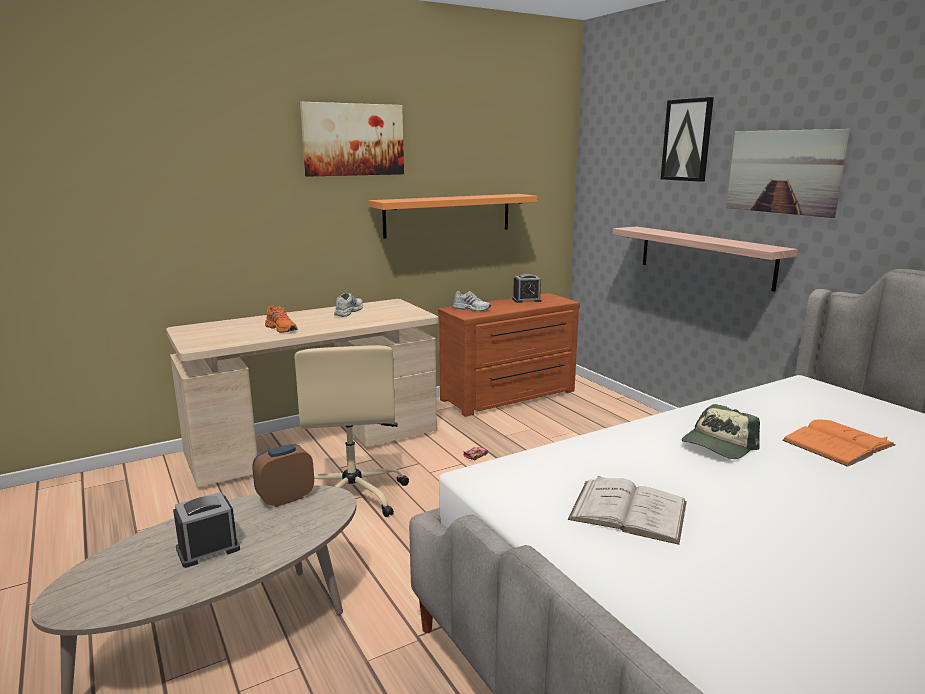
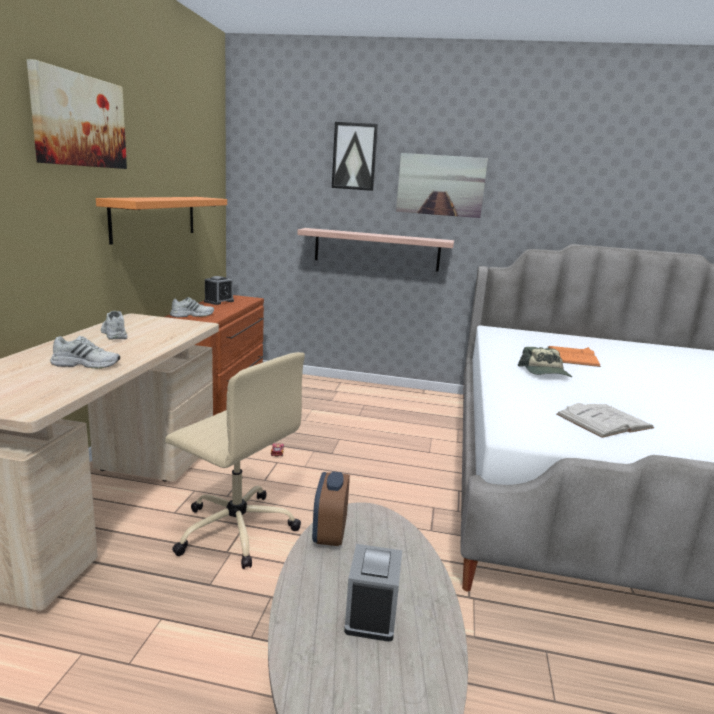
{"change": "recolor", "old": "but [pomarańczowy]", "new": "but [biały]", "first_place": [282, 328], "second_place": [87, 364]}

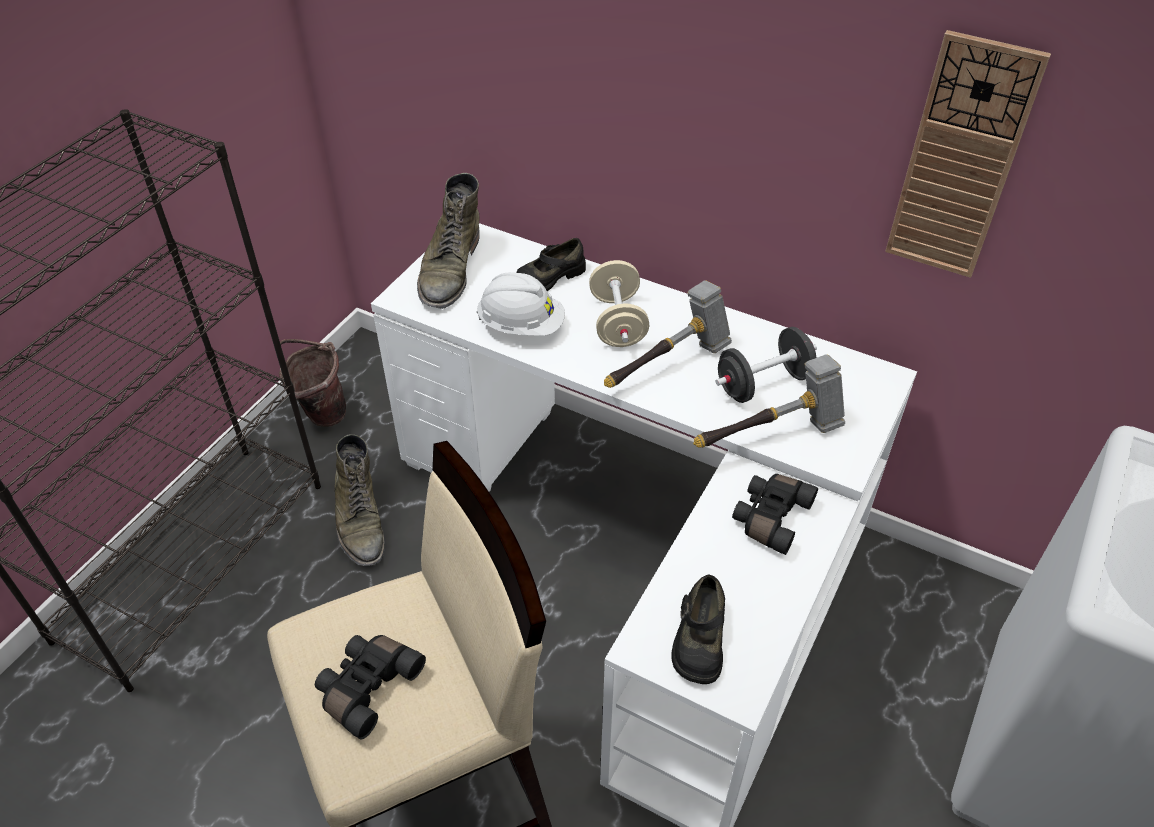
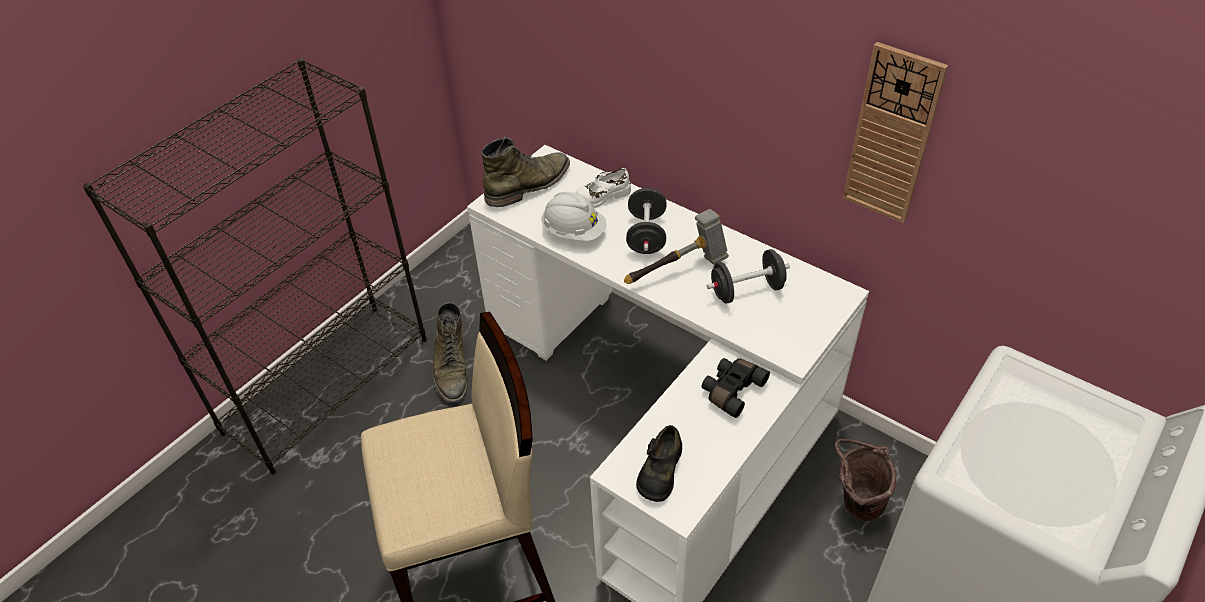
{"change": "move", "old": "wiadro [brązowy]", "first_place": [320, 413], "second_place": [855, 504]}
{"change": "delete", "old": "lornetka [czarny]", "first_place": [367, 686]}
{"change": "rotate", "old": "but z cholewką [zielony]", "first_place": [450, 270], "second_place": [529, 185], "degrees": -150}
{"change": "recolor", "old": "but [czarny]", "new": "but [biały]", "first_place": [548, 277], "second_place": [601, 196]}
{"change": "recolor", "old": "hantel [beżowy]", "new": "hantel [czarny]", "first_place": [617, 323], "second_place": [646, 235]}
{"change": "delete", "old": "młotek", "first_place": [770, 435]}

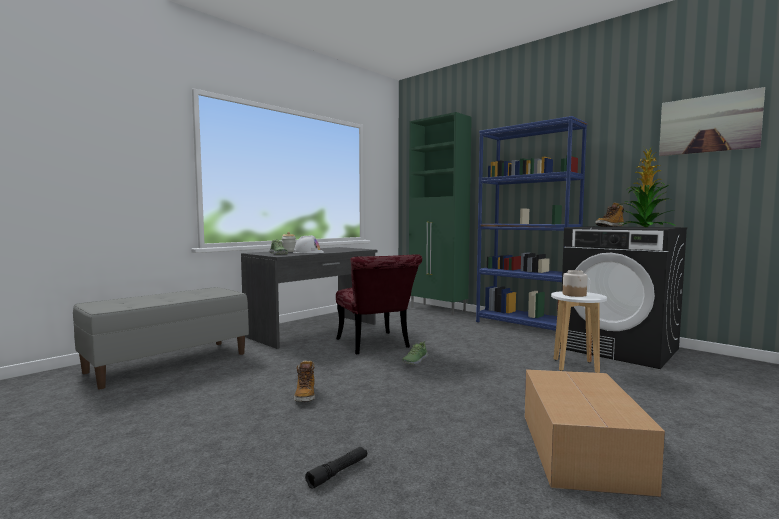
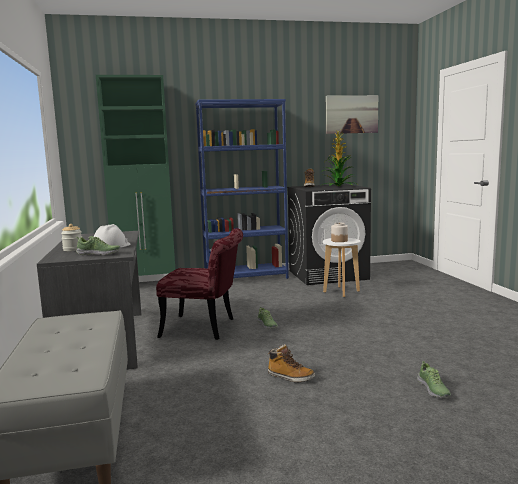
{"change": "replace", "old": "latarka [czarny]", "new": "but", "first_place": [338, 472], "second_place": [433, 390]}
{"change": "delete", "old": "karton", "first_place": [581, 449]}

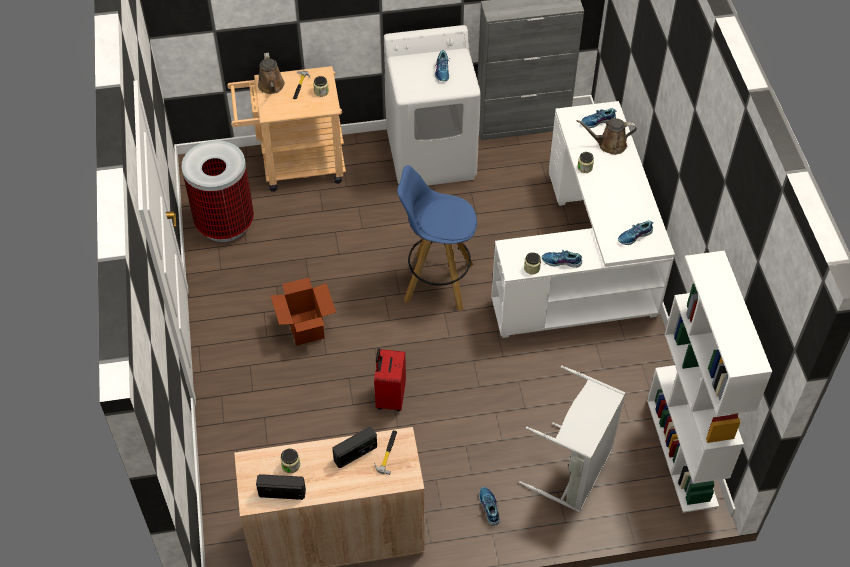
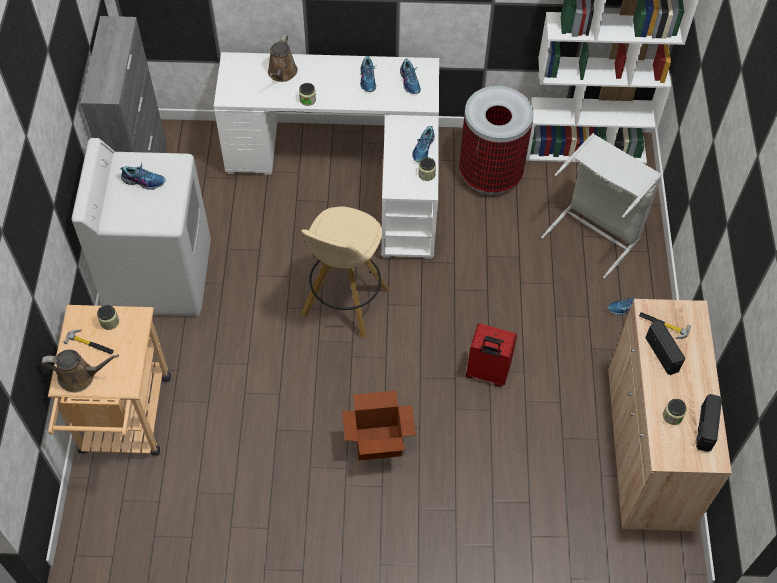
{"change": "move", "old": "kosz na śmieci", "first_place": [224, 223], "second_place": [490, 175]}
{"change": "recolor", "old": "stołek [niebieski]", "new": "stołek [beżowy]", "first_place": [437, 282], "second_place": [345, 303]}
{"change": "move", "old": "but", "first_place": [598, 122], "second_place": [368, 79]}

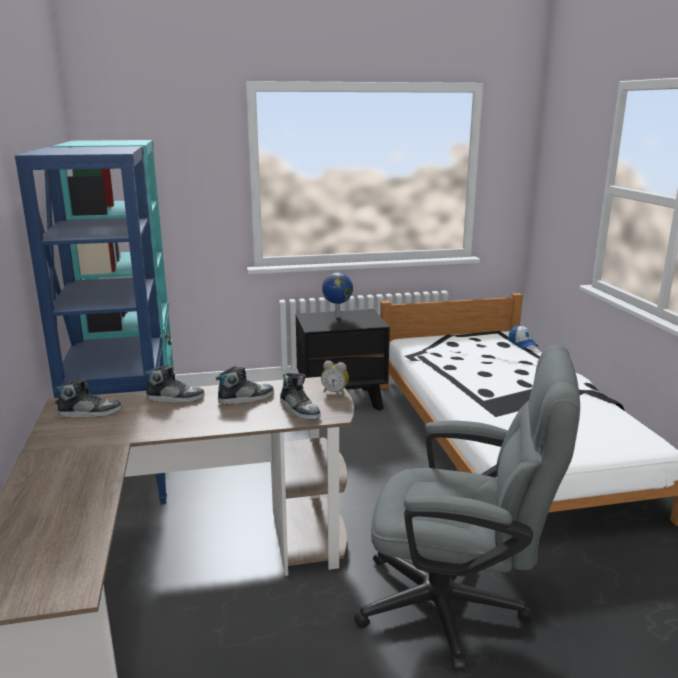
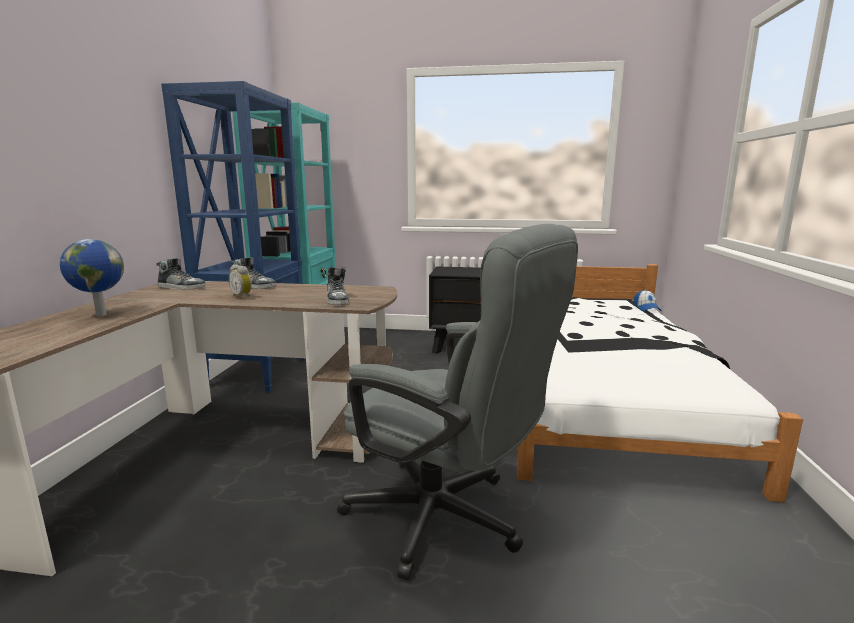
{"change": "delete", "old": "but", "first_place": [246, 398]}
{"change": "move", "old": "budzik", "first_place": [335, 392], "second_place": [243, 297]}
{"change": "move", "old": "globus", "first_place": [337, 316], "second_place": [100, 315]}

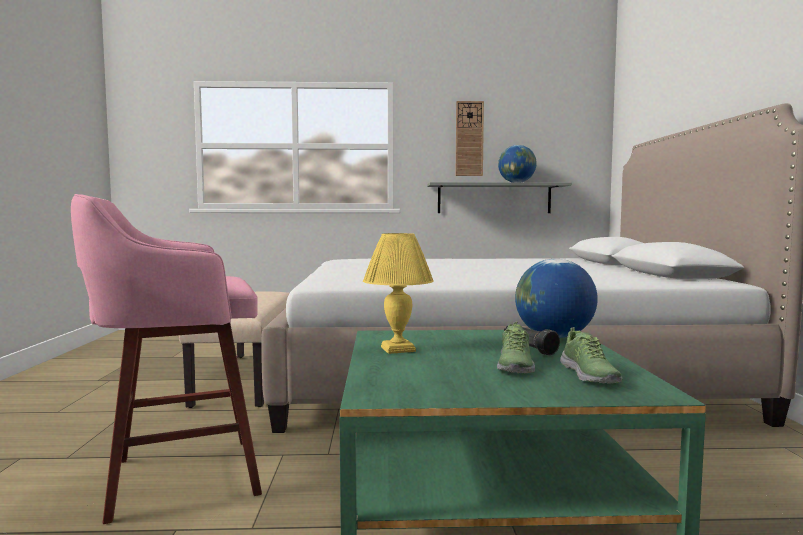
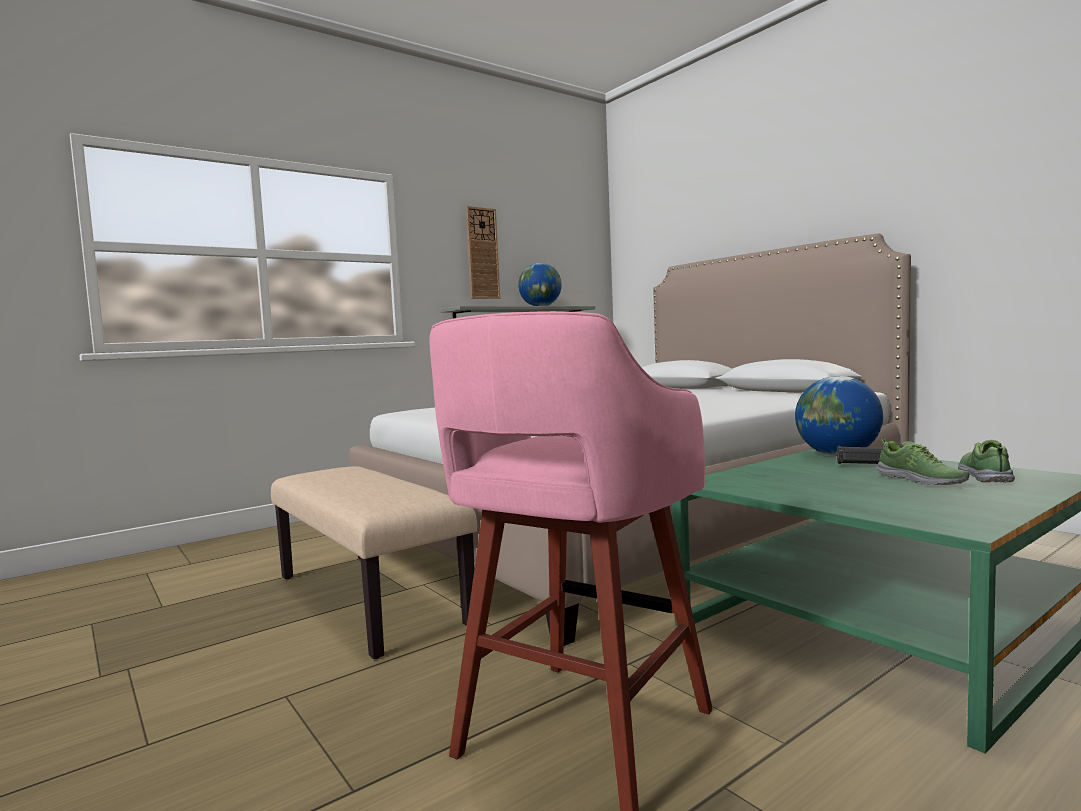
{"change": "delete", "old": "lampa stołowa [żółty]", "first_place": [398, 349]}
{"change": "rotate", "old": "but", "first_place": [589, 375], "second_place": [985, 475], "degrees": -120}

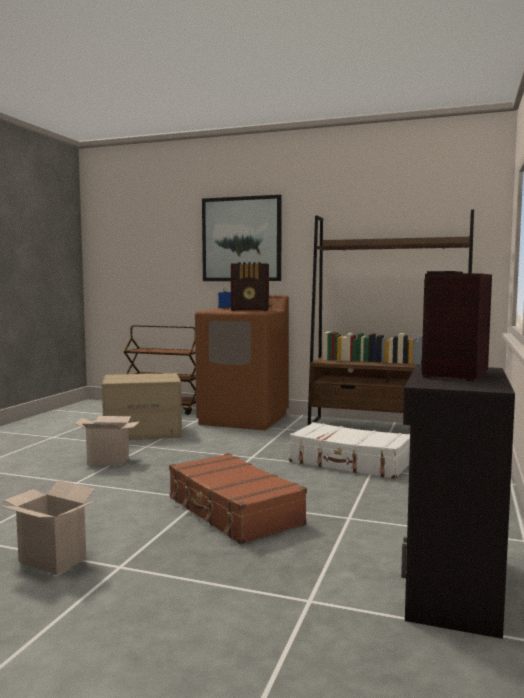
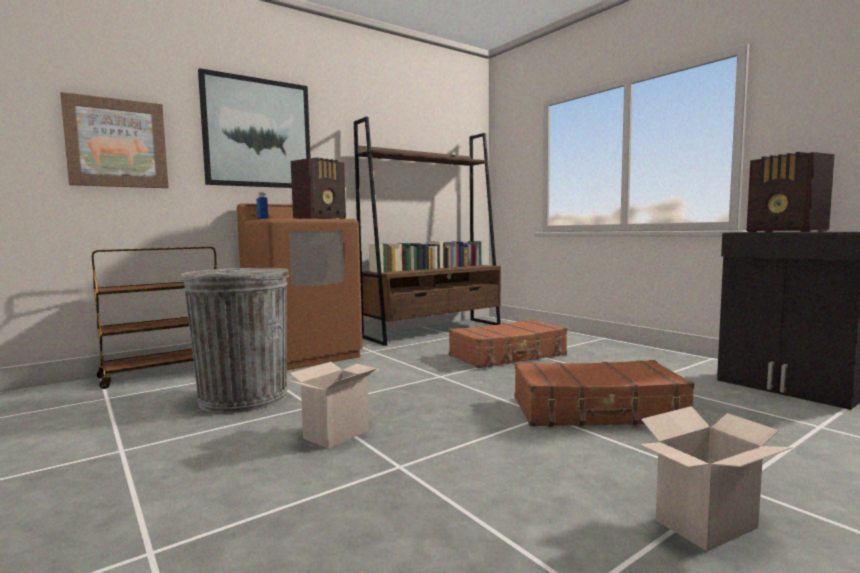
{"change": "replace", "old": "karton", "new": "kosz na śmieci [szary]", "first_place": [143, 432], "second_place": [244, 398]}
{"change": "recolor", "old": "walizka [biały]", "new": "walizka [brązowy]", "first_place": [350, 463], "second_place": [508, 355]}
{"change": "insert", "new": "obraz", "second_place": [117, 143]}

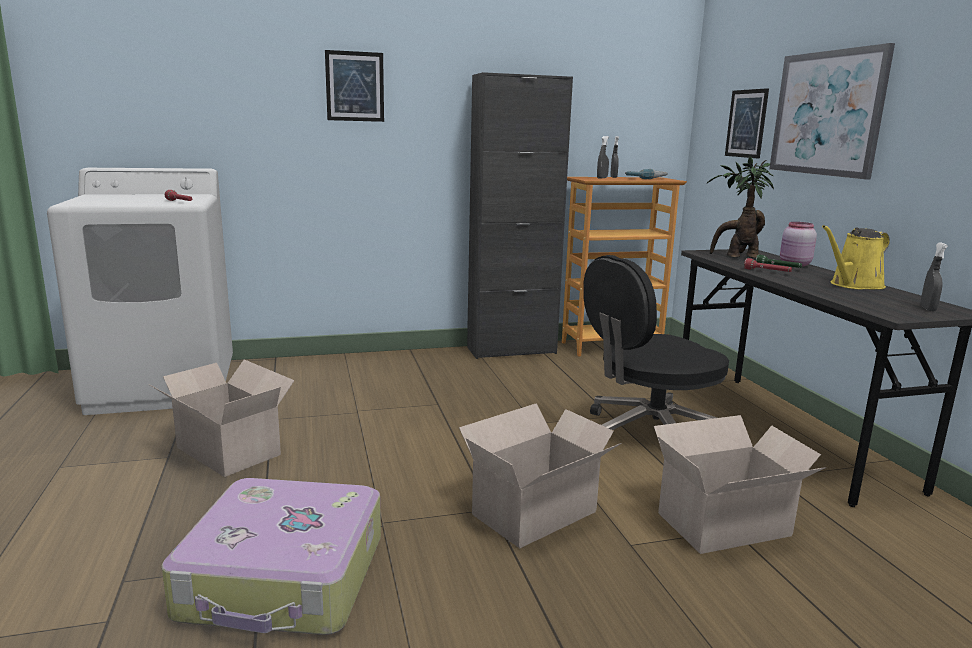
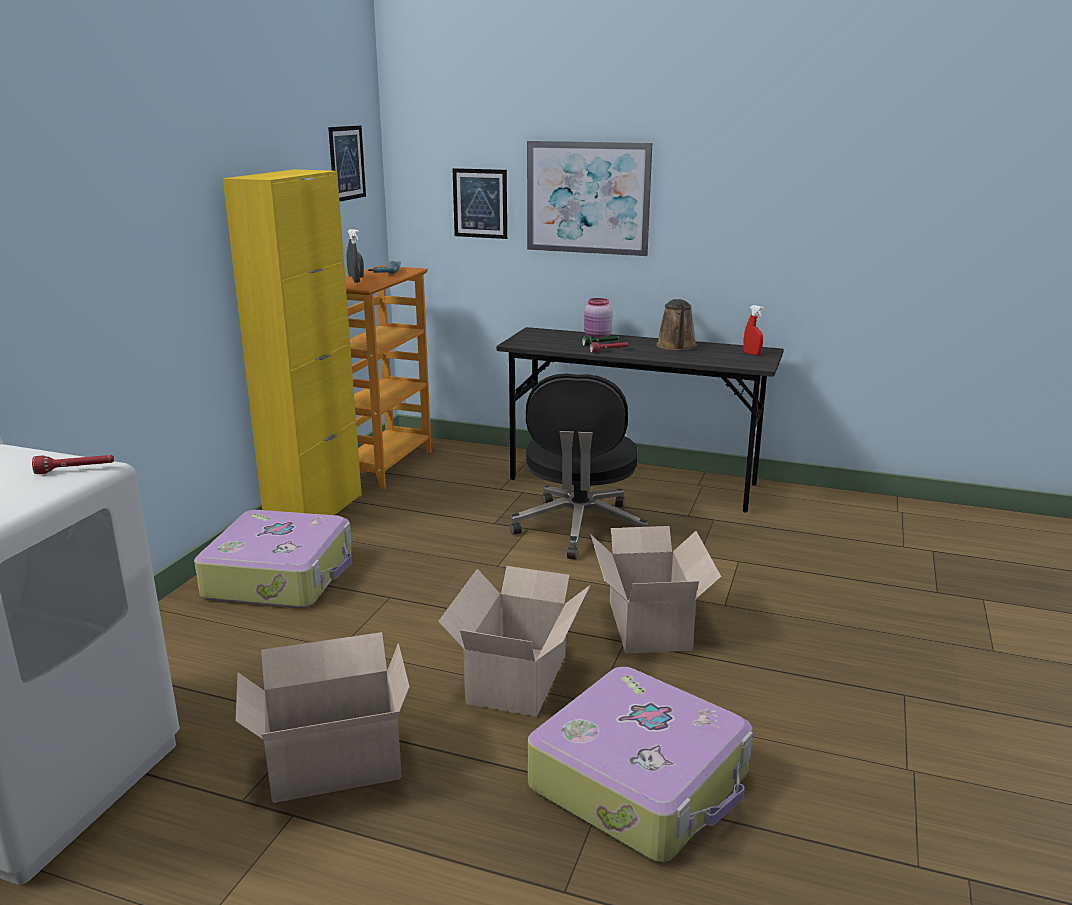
{"change": "move", "old": "obraz", "first_place": [355, 86], "second_place": [347, 163]}
{"change": "recolor", "old": "szafka [czarny]", "new": "szafka [żółty]", "first_place": [511, 350], "second_place": [315, 512]}
{"change": "move", "old": "karton", "first_place": [727, 524], "second_place": [519, 677]}
{"change": "delete", "old": "roślina doniczkowa", "first_place": [737, 257]}
{"change": "recolor", "old": "konewka [żółty]", "new": "konewka [brązowy]", "first_place": [853, 285], "second_place": [676, 346]}
{"change": "recolor", "old": "spryskiwacz [szary]", "new": "spryskiwacz [czerwony]", "first_place": [928, 309], "second_place": [752, 354]}
{"change": "insert", "new": "walizka", "second_place": [281, 576]}

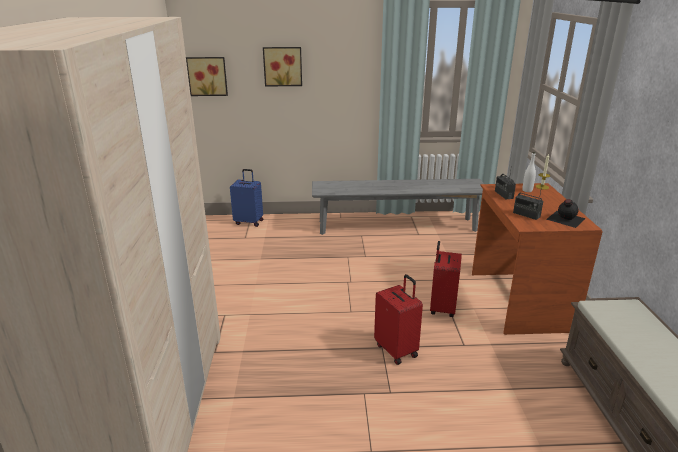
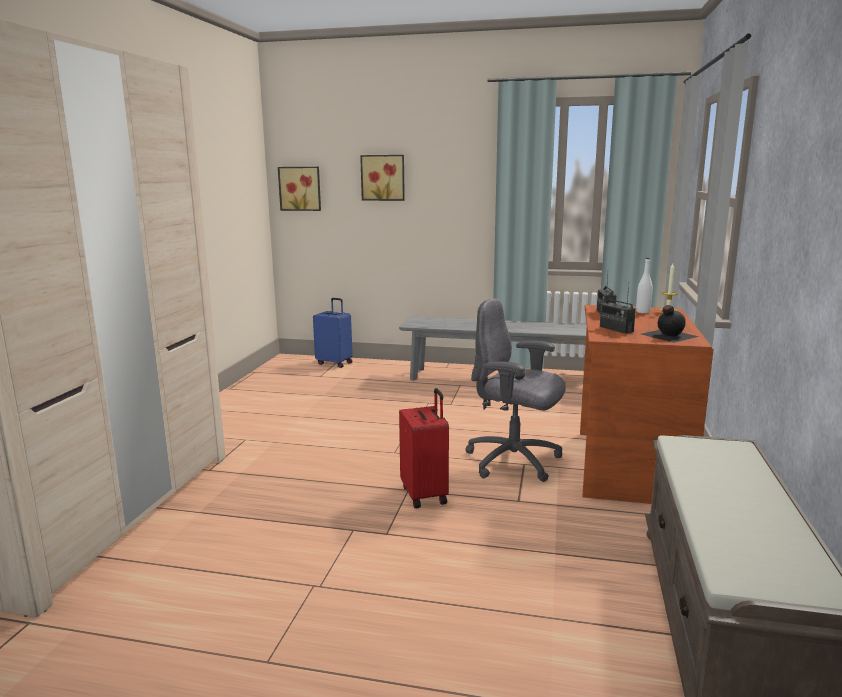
{"change": "replace", "old": "walizka [czerwony]", "new": "krzesło biurowe [szary]", "first_place": [441, 308], "second_place": [514, 462]}

